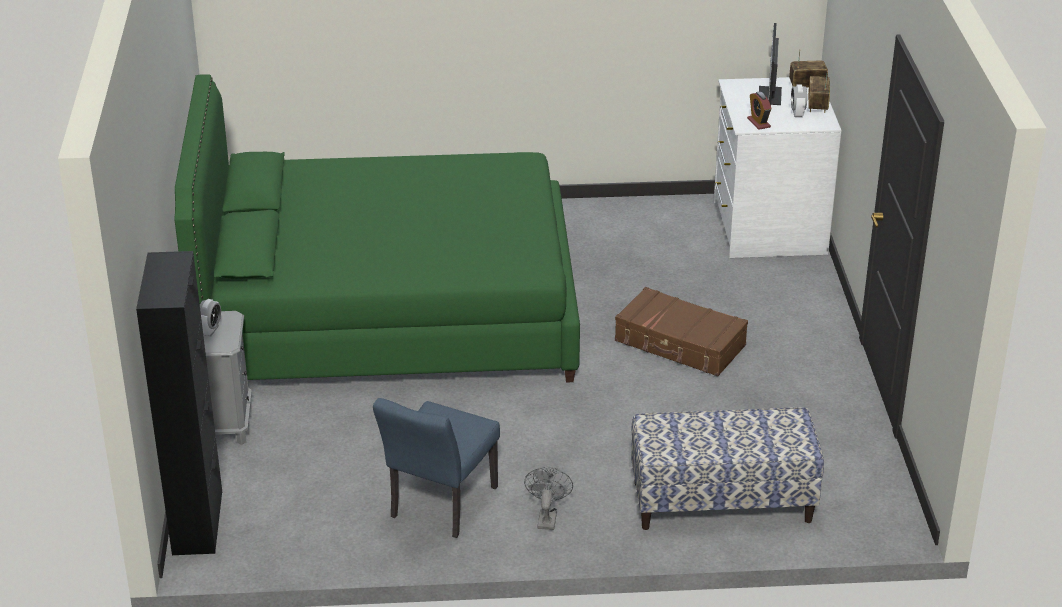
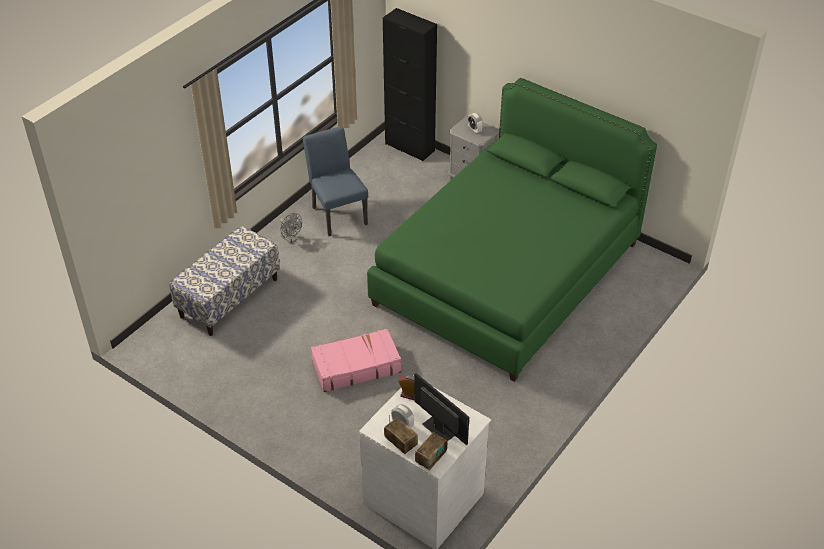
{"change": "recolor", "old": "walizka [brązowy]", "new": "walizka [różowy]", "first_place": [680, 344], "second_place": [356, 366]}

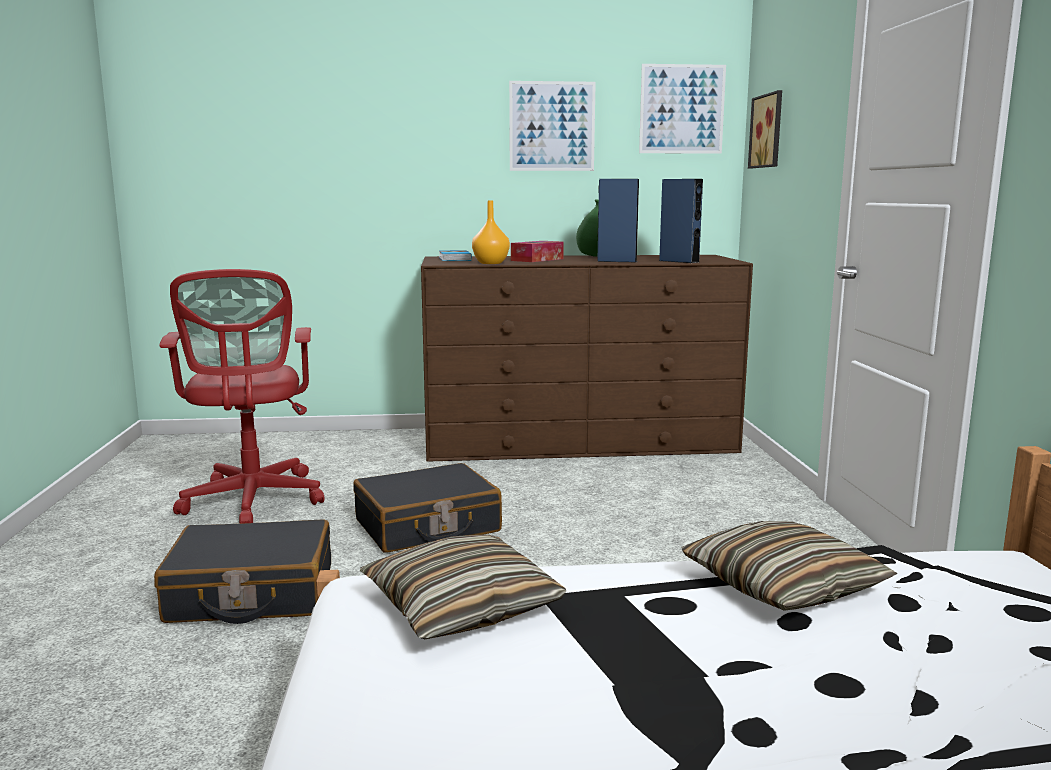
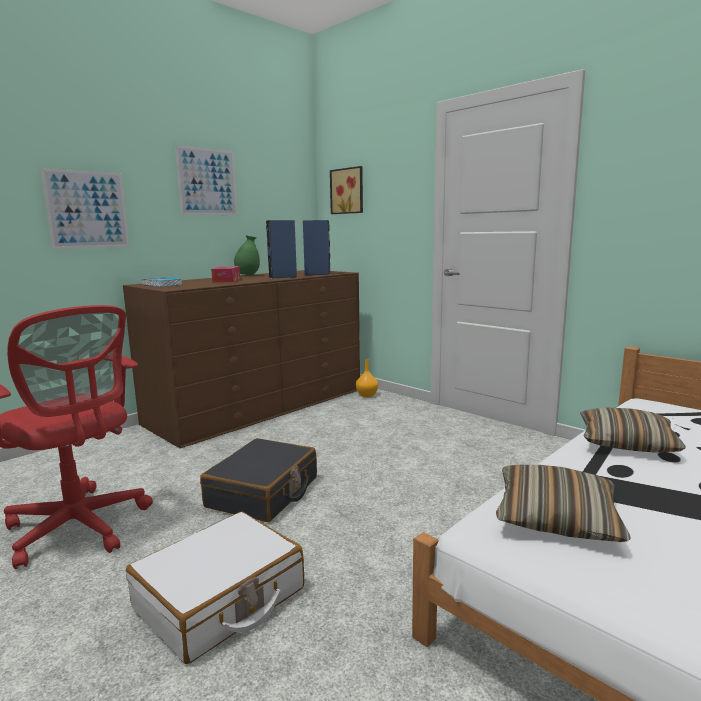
{"change": "recolor", "old": "walizka [czarny]", "new": "walizka [biały]", "first_place": [251, 594], "second_place": [220, 599]}
{"change": "move", "old": "wazon [pomarańczowy]", "first_place": [491, 263], "second_place": [366, 395]}
{"change": "move", "old": "obraz", "first_place": [682, 109], "second_place": [87, 210]}

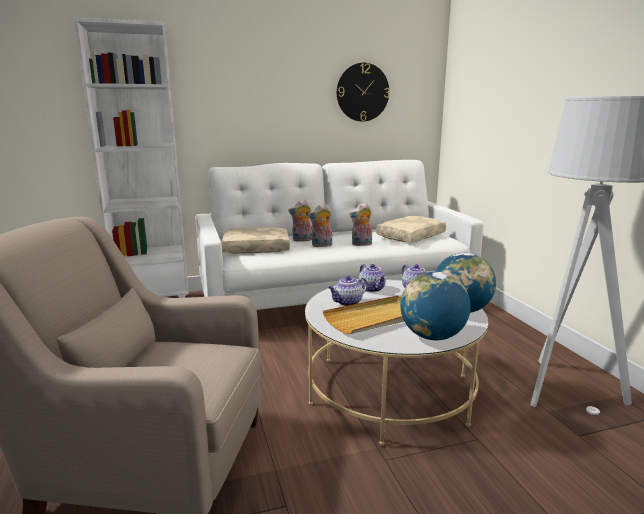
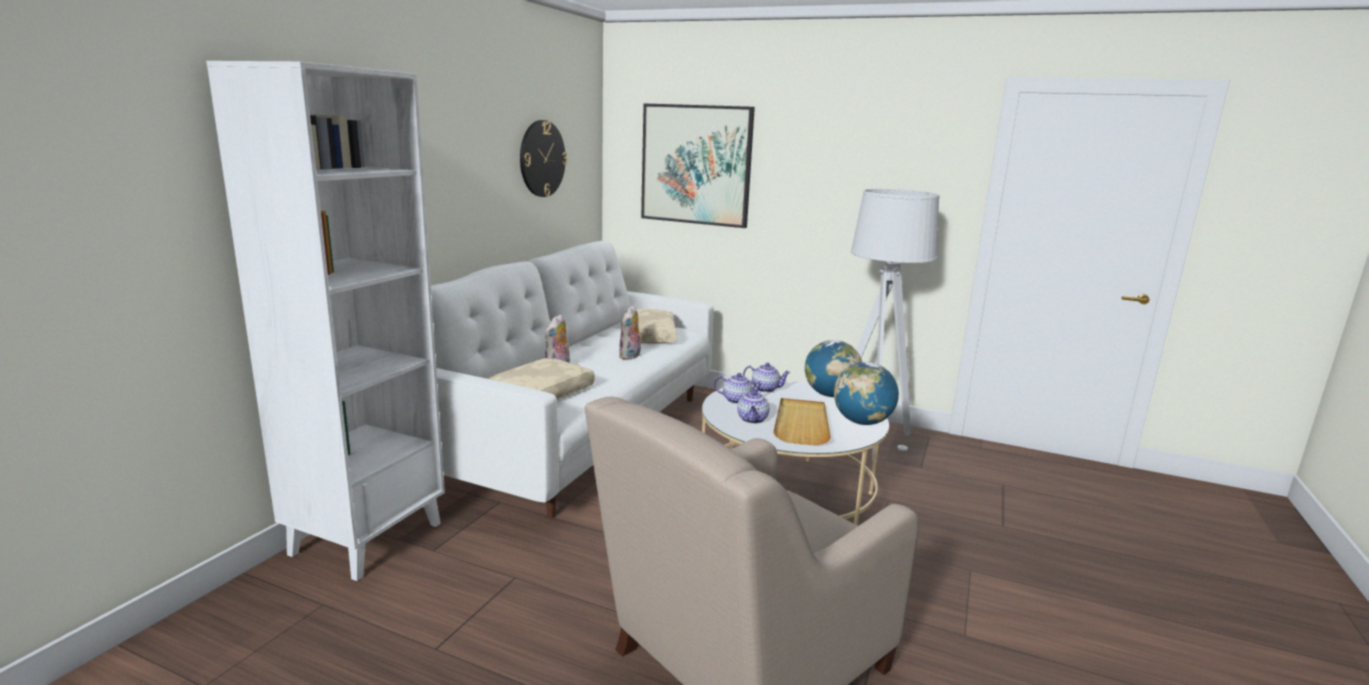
{"change": "delete", "old": "pluszak", "first_place": [321, 245]}
{"change": "insert", "new": "obraz", "second_place": [696, 165]}

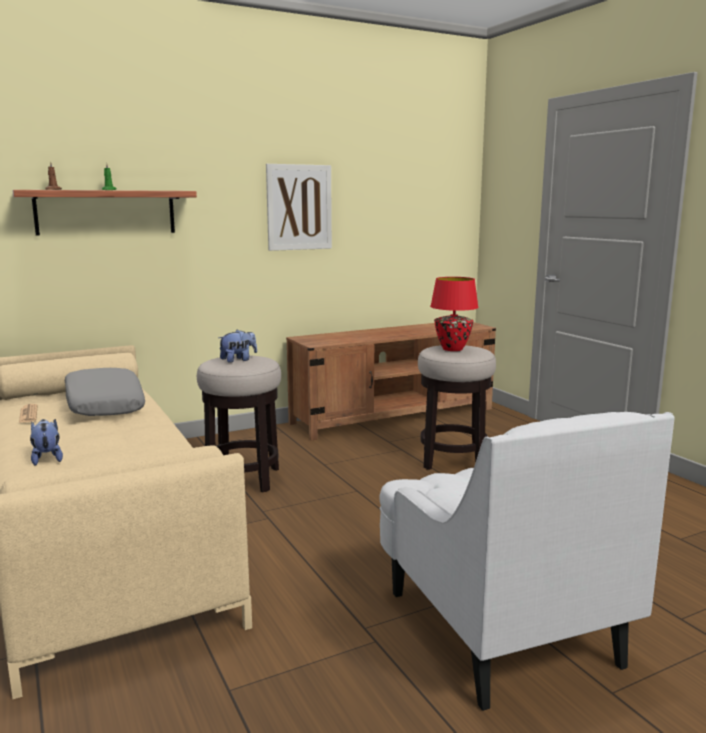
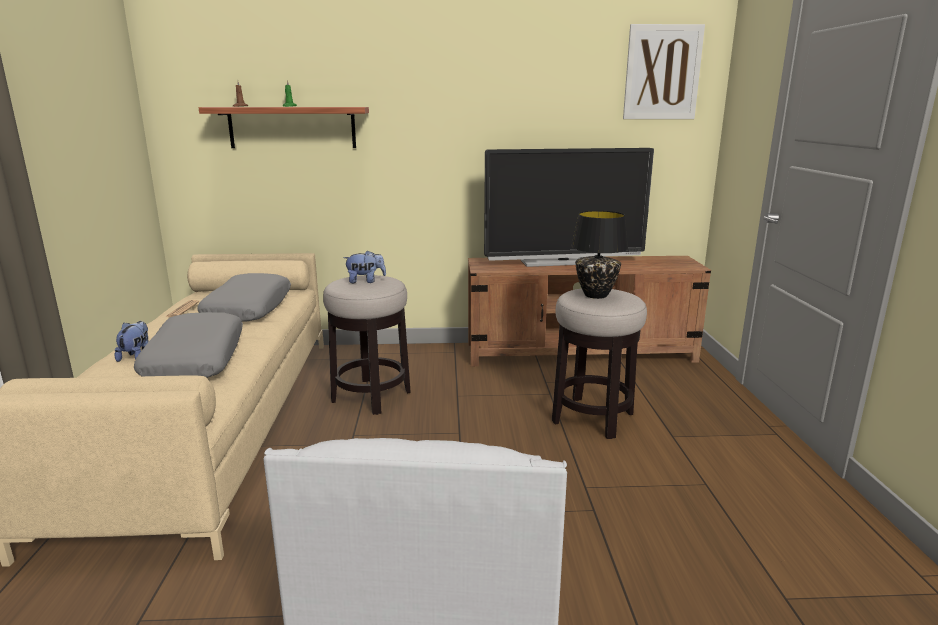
{"change": "move", "old": "obraz", "first_place": [299, 207], "second_place": [662, 72]}
{"change": "recolor", "old": "lampa stołowa [czerwony]", "new": "lampa stołowa [czarny]", "first_place": [453, 349], "second_place": [596, 295]}
{"change": "insert", "new": "poduszka [szary]", "second_place": [195, 359]}
{"change": "insert", "new": "telewizor", "second_place": [563, 262]}

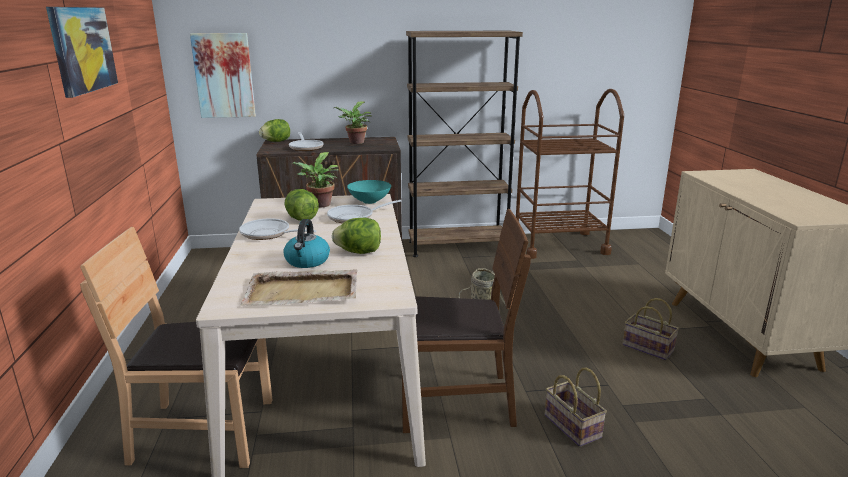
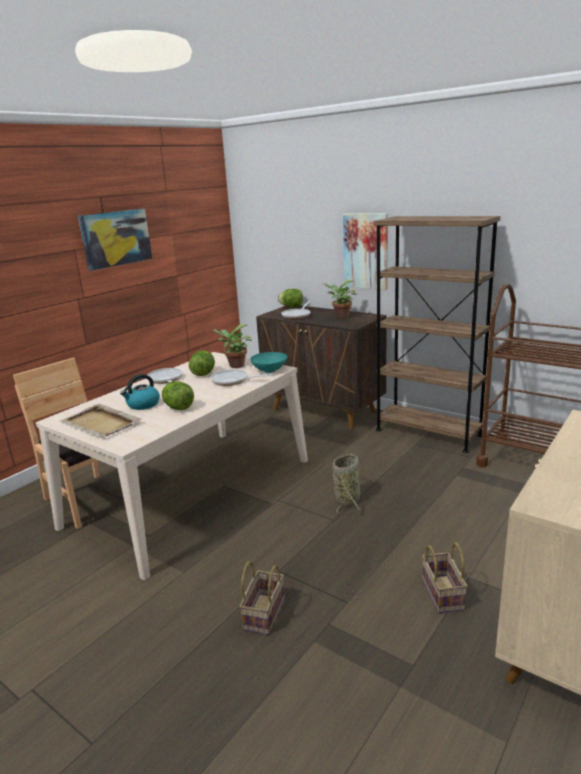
{"change": "move", "old": "obraz", "first_place": [224, 75], "second_place": [366, 251]}
{"change": "delete", "old": "krzesło [brązowy]", "first_place": [455, 400]}

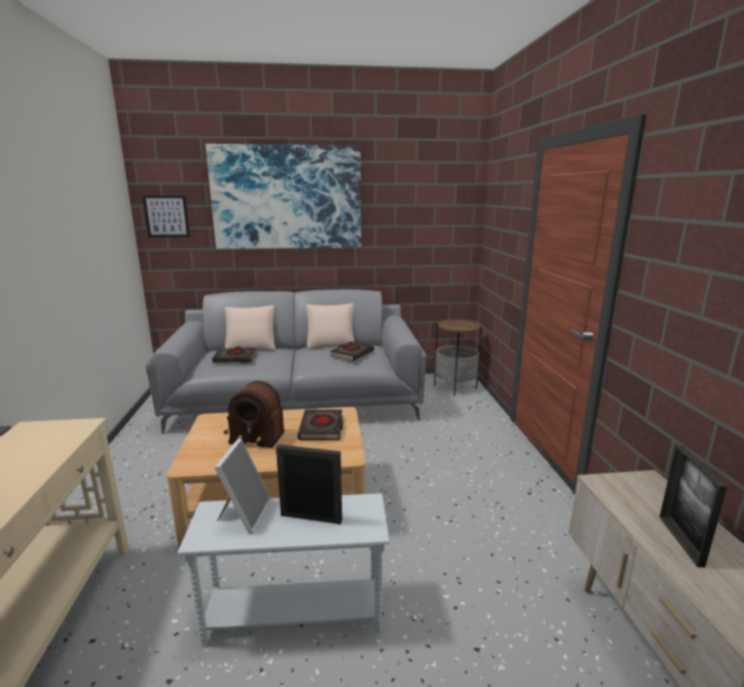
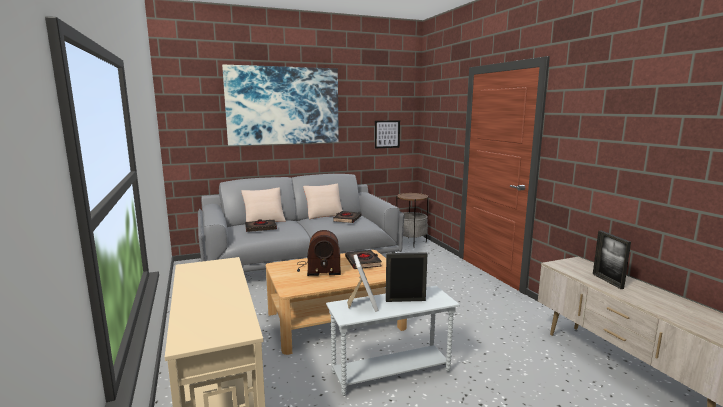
{"change": "move", "old": "obraz", "first_place": [167, 216], "second_place": [387, 134]}

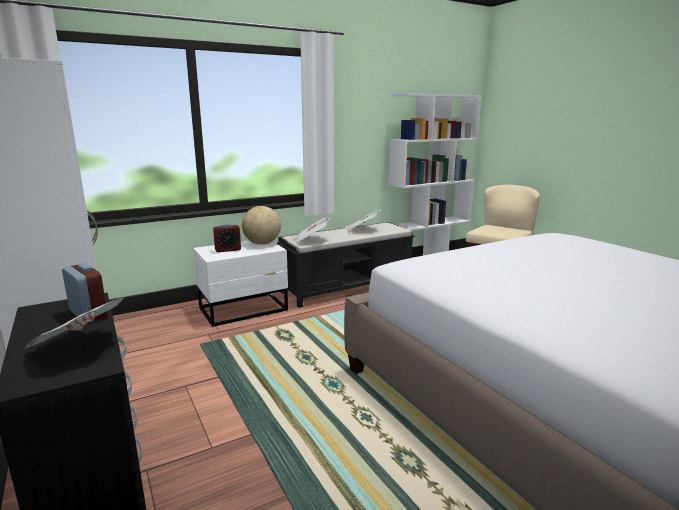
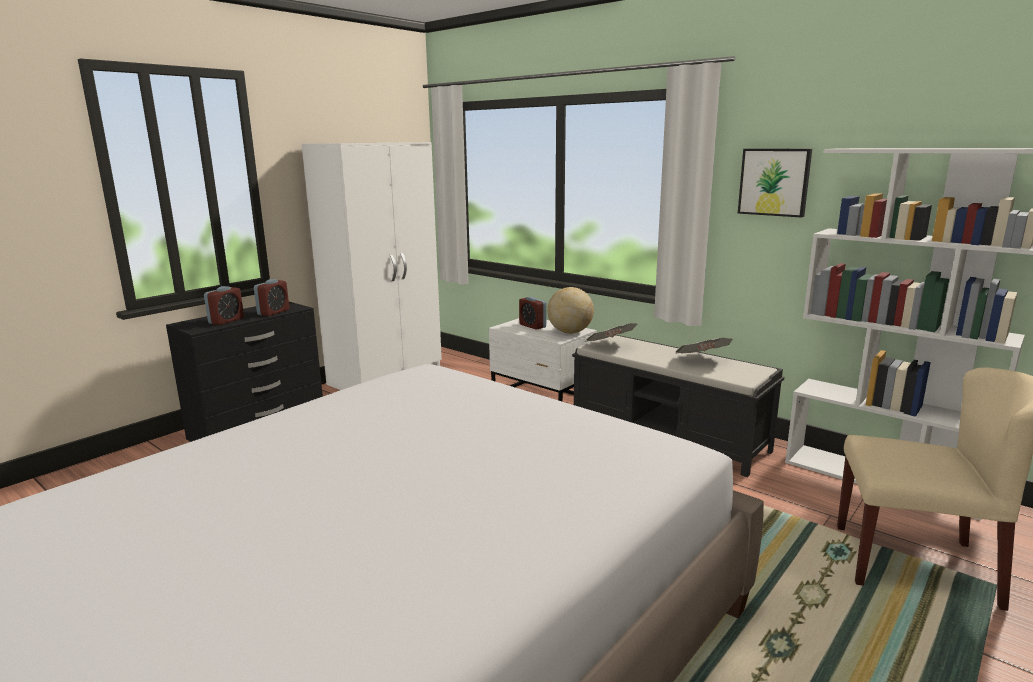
{"change": "replace", "old": "gazeta", "new": "budzik", "first_place": [79, 345], "second_place": [226, 321]}
{"change": "insert", "new": "obraz", "second_place": [774, 182]}

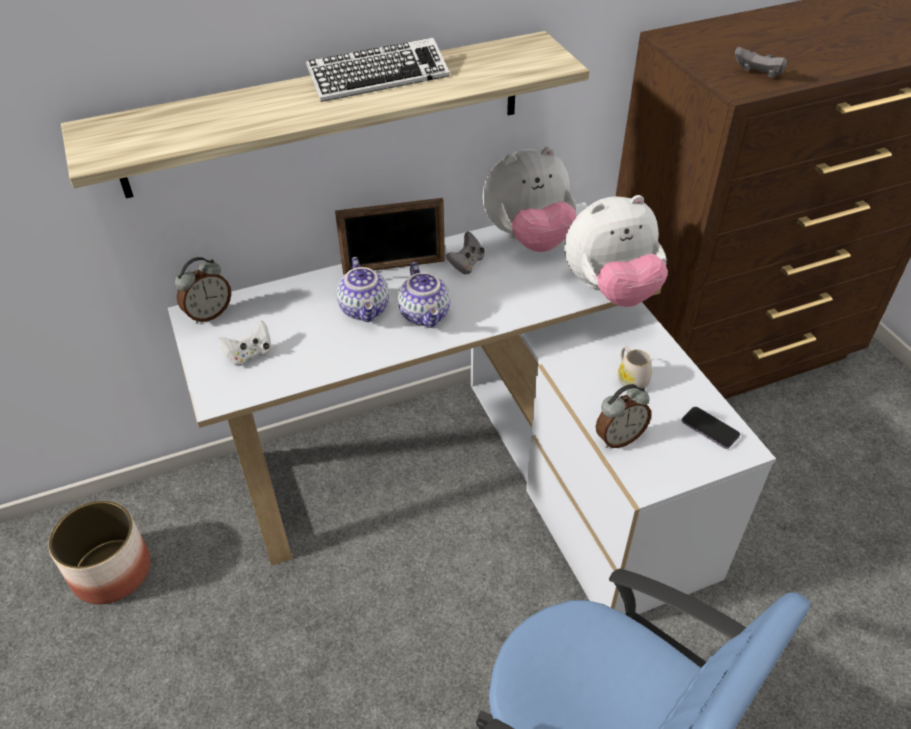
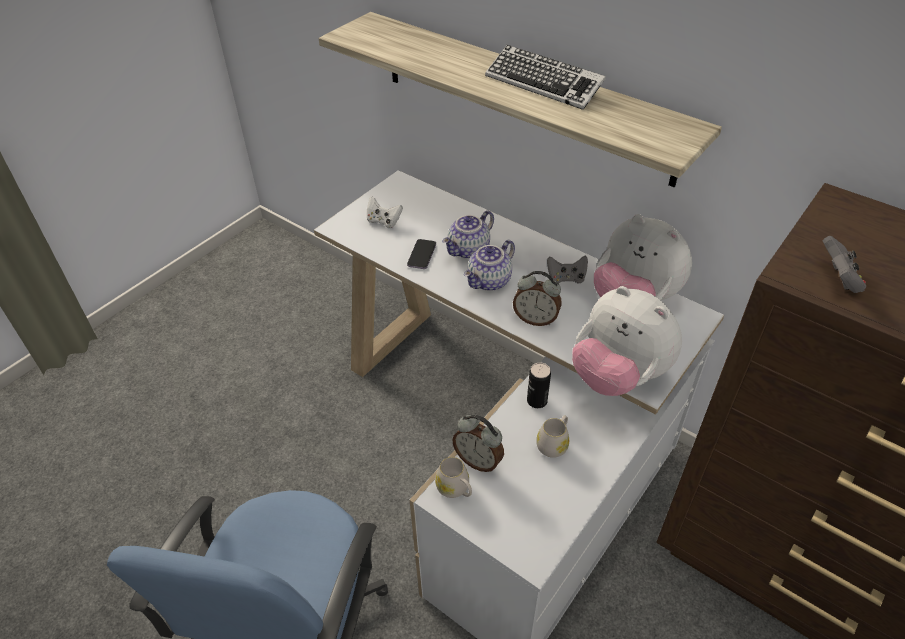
{"change": "delete", "old": "donica", "first_place": [112, 572]}
{"change": "move", "old": "budzik", "first_place": [209, 314], "second_place": [535, 319]}
{"change": "delete", "old": "ramka na zdjęcie", "first_place": [394, 267]}
{"change": "move", "old": "telefon", "first_place": [710, 429], "second_place": [422, 255]}
{"change": "insert", "new": "kubek [biały]", "second_place": [455, 489]}
{"change": "insert", "new": "puszka", "second_place": [537, 401]}

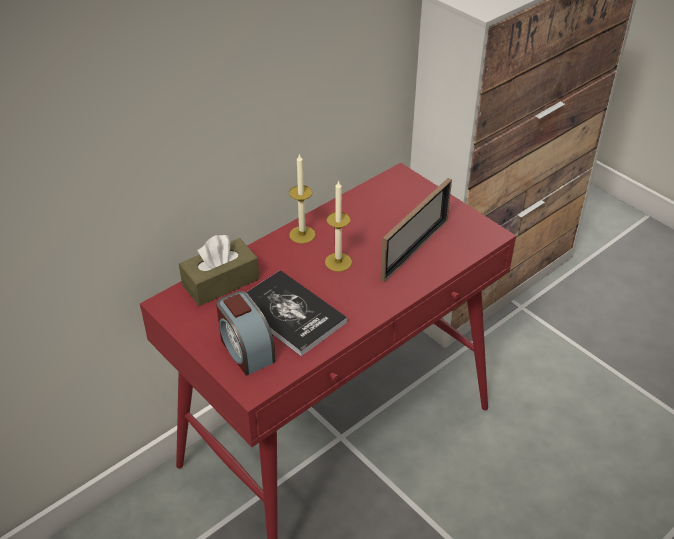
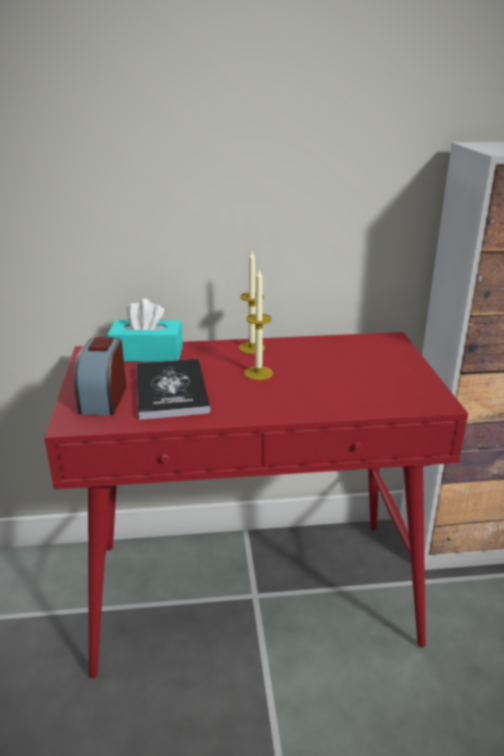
{"change": "recolor", "old": "pudełko chusteczek [brązowy]", "new": "pudełko chusteczek [turkusowy]", "first_place": [221, 282], "second_place": [147, 354]}
{"change": "delete", "old": "ramka na zdjęcie", "first_place": [415, 249]}

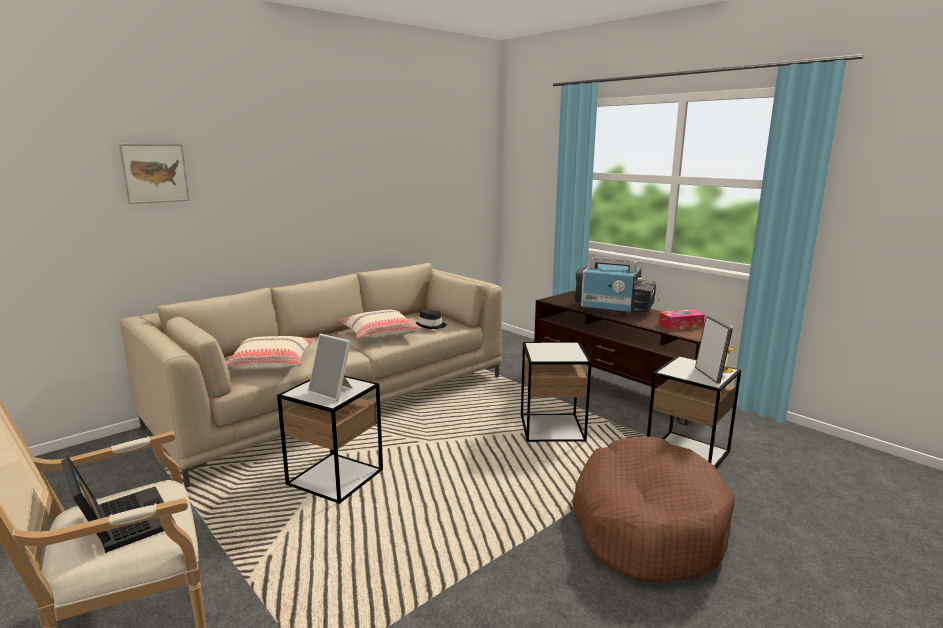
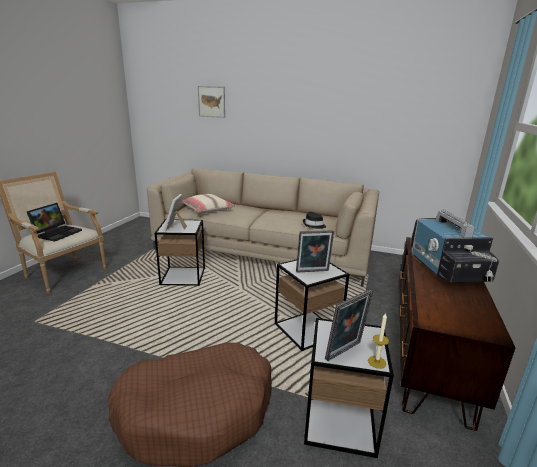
{"change": "delete", "old": "poduszka [beżowy]", "first_place": [380, 334]}
{"change": "delete", "old": "pudełko chusteczek", "first_place": [680, 325]}
{"change": "insert", "new": "ramka na zdjęcie", "second_place": [312, 272]}

